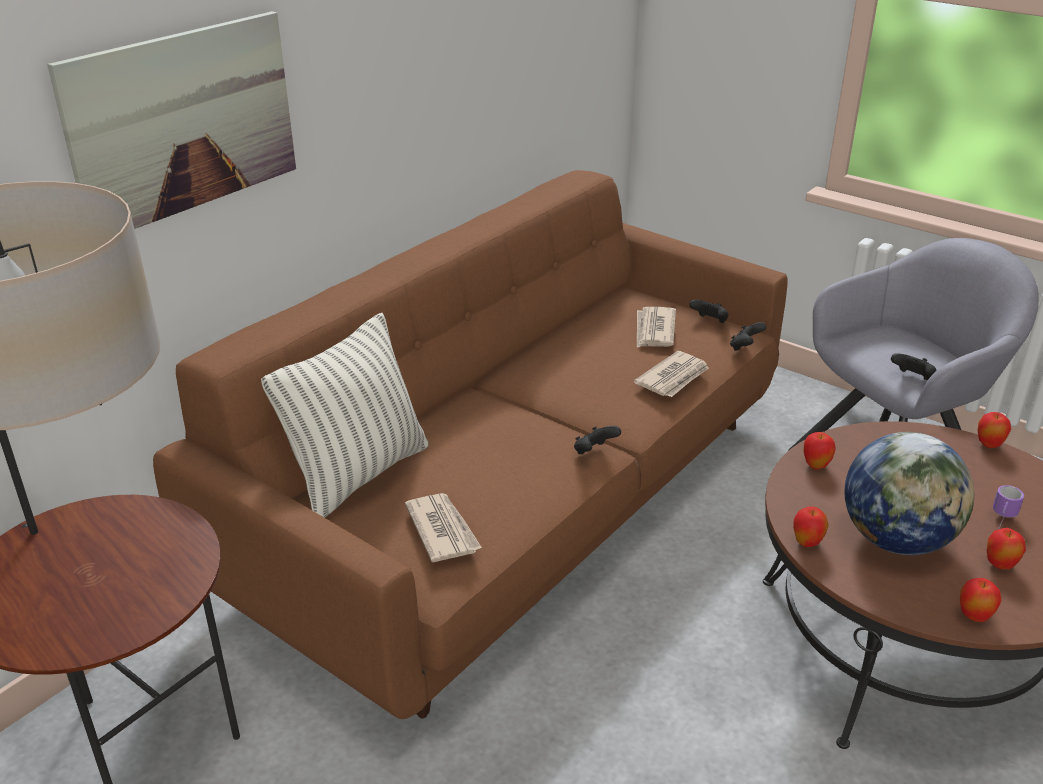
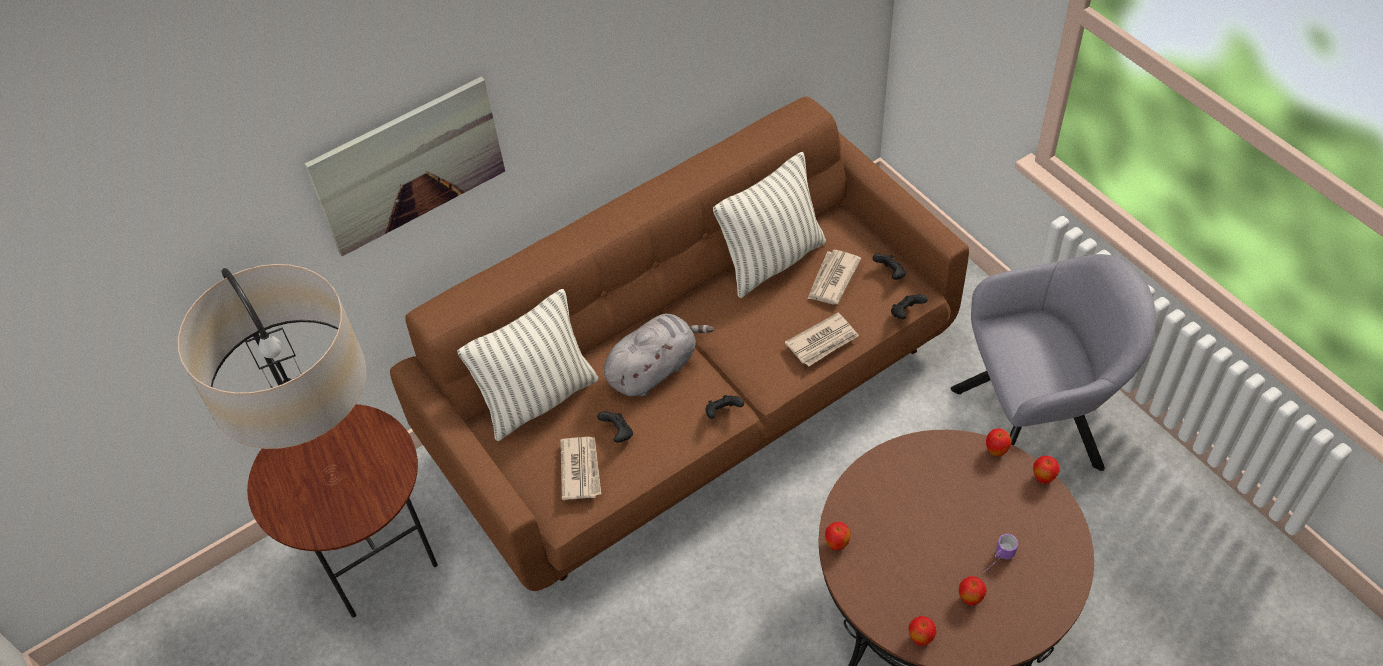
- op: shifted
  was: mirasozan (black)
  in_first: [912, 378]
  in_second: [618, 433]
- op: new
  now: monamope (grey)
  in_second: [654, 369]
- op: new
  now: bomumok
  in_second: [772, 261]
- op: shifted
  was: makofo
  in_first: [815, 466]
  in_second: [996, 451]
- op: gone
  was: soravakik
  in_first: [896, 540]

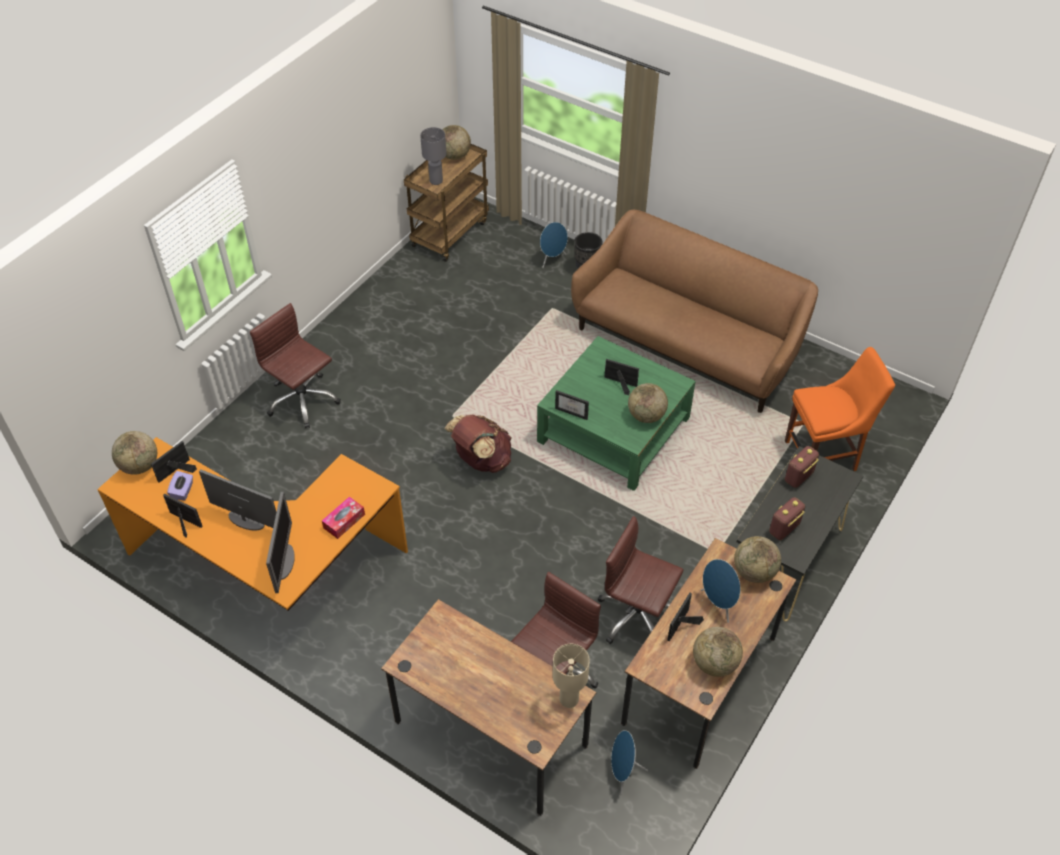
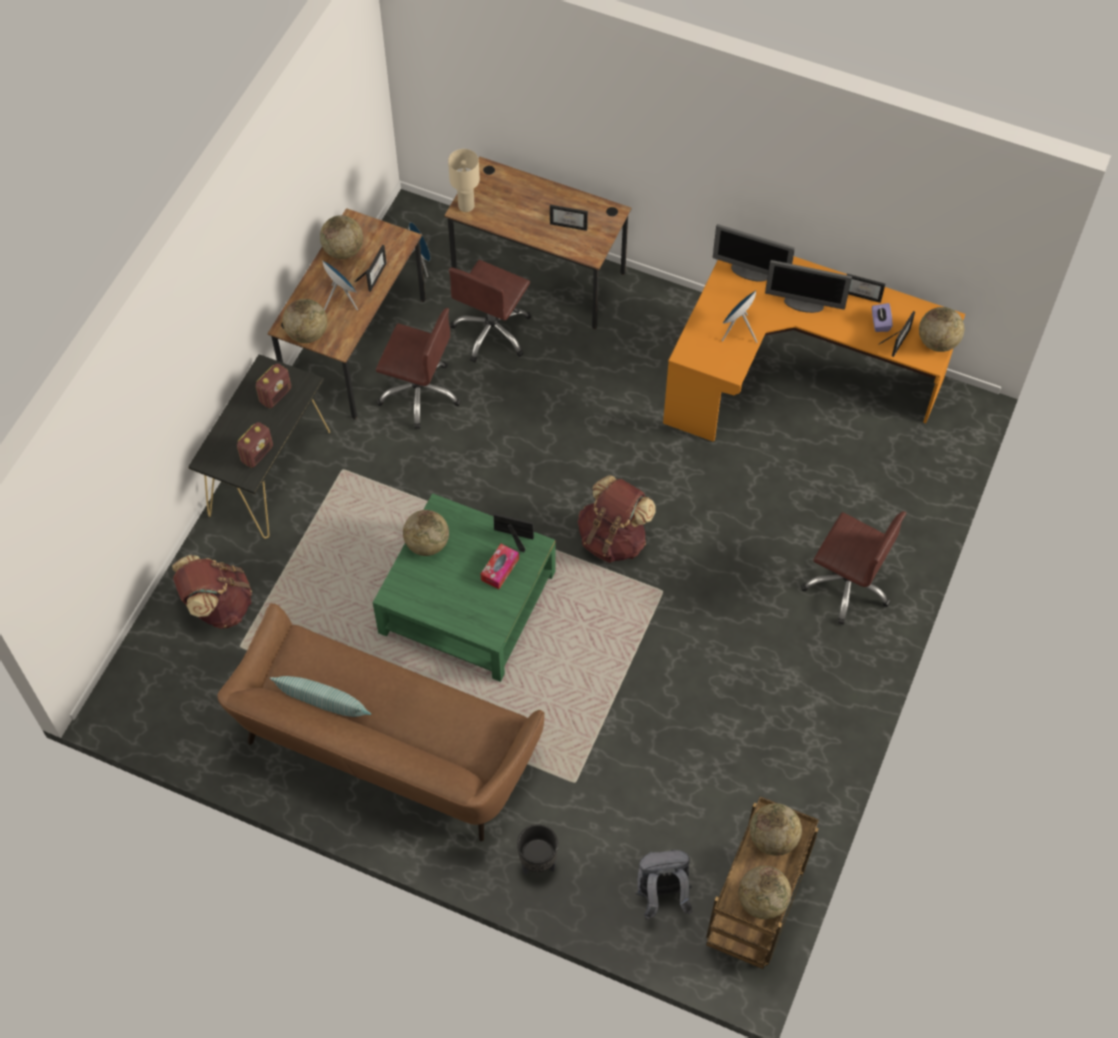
- op: swapped
  was: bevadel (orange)
  now: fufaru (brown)
  in_first: [824, 455]
  in_second: [218, 606]
- op: new
  now: bomumok
  in_second: [323, 705]
- op: shifted
  was: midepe
  in_first: [344, 521]
  in_second: [500, 569]
- op: shifted
  was: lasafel
  in_first: [619, 383]
  in_second: [570, 223]
- op: new
  now: fufaru (grey)
  in_second: [662, 895]
- op: rotated
  was: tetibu
  in_first: [284, 561]
  in_second: [750, 272]
  clockwise: -60
- op: shifted
  was: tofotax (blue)
  in_first: [552, 259]
  in_second: [738, 330]
- op: swapped
  was: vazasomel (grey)
  now: soravakik
  in_first: [436, 181]
  in_second: [773, 838]

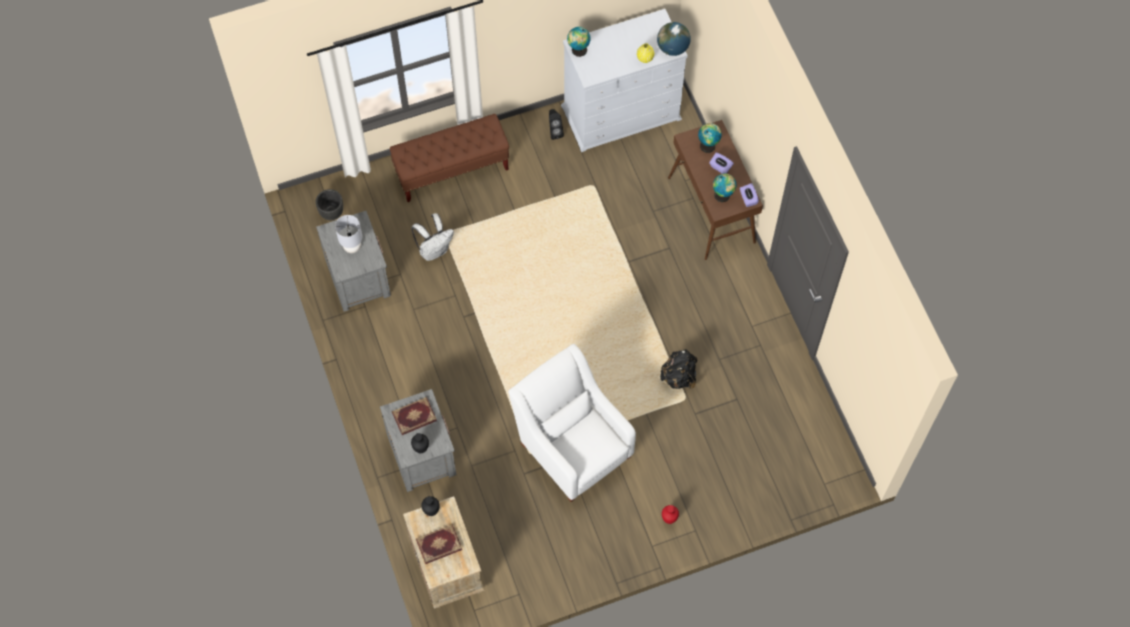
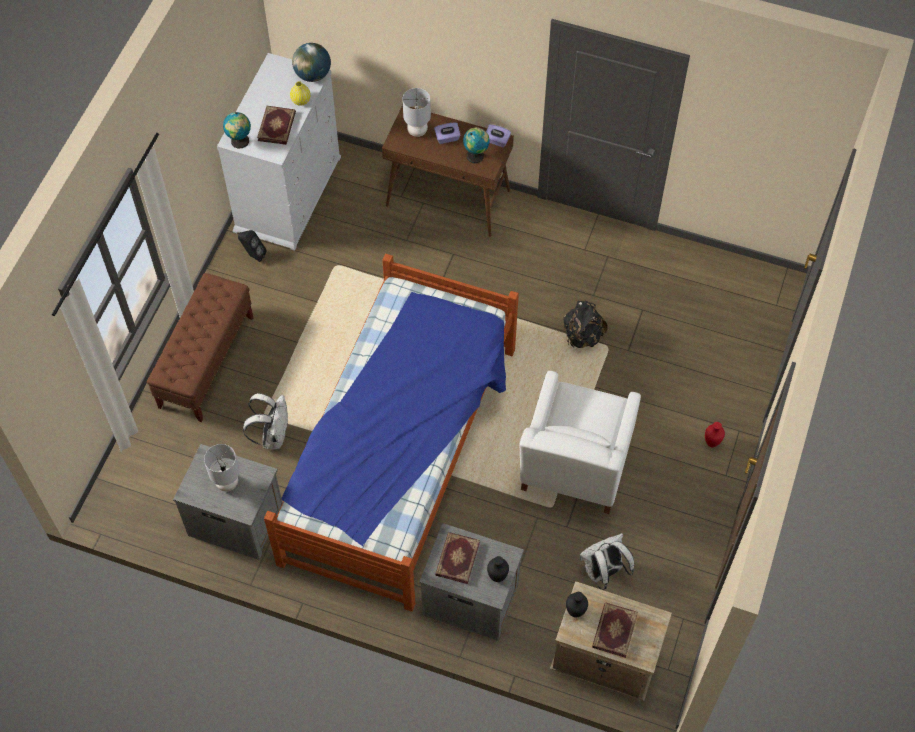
- op: new
  now: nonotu
  in_second: [277, 126]
- op: new
  now: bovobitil
  in_second: [402, 454]
- op: swapped
  was: soravakik
  now: vazasomel (grey)
  in_first: [708, 145]
  in_second: [417, 131]
- op: rotated
  was: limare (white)
  in_first: [572, 445]
  in_second: [574, 466]
  clockwise: -75
- op: new
  now: fufaru (white)
  in_second: [603, 572]
- op: gone
  was: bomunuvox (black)
  in_first: [332, 213]

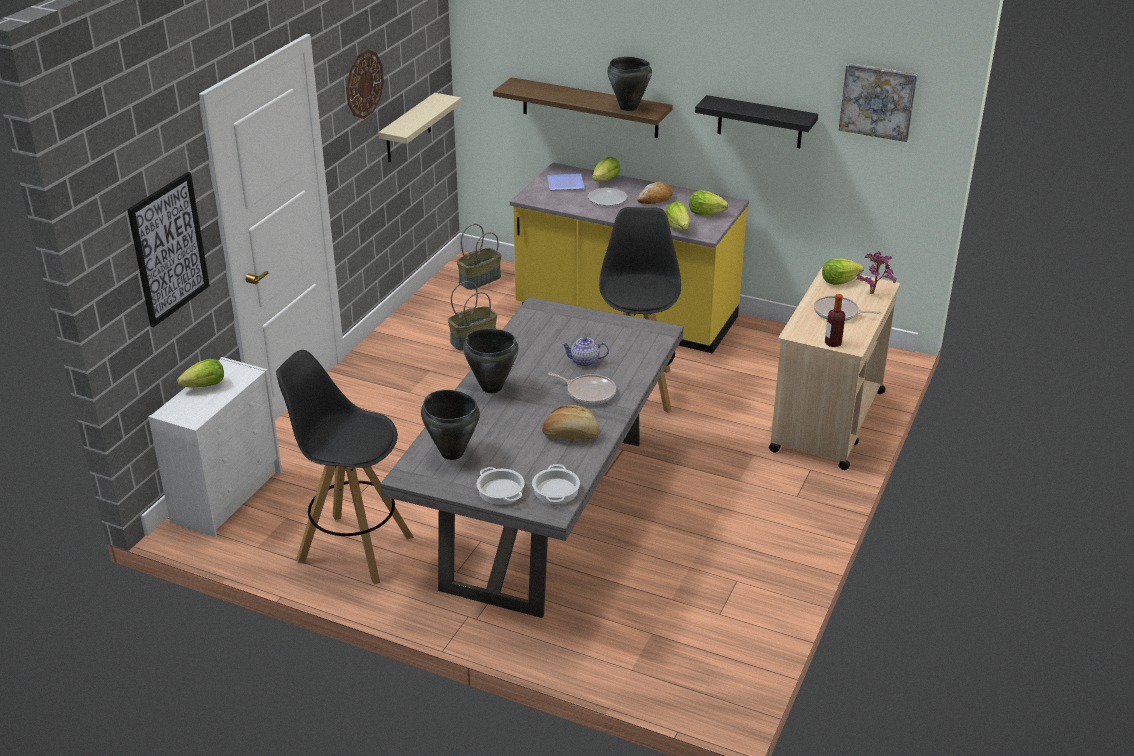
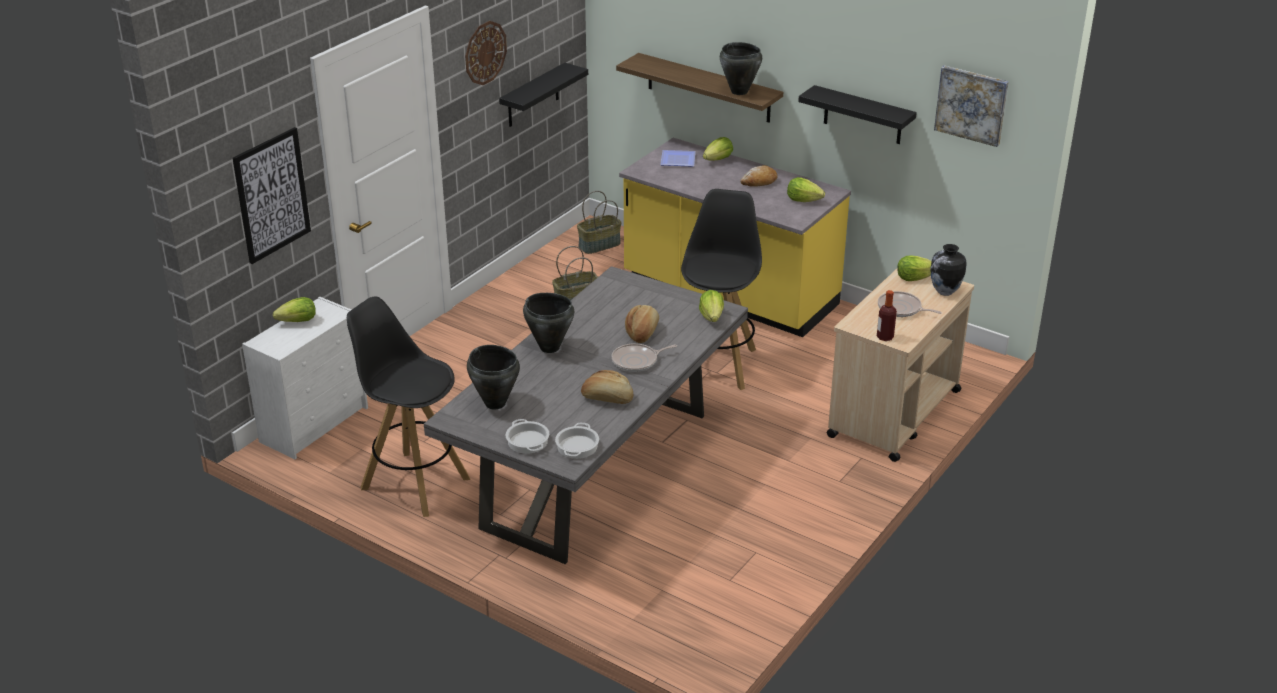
- op: repainted
  was: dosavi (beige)
  now: dosavi (black)
  in_first: [408, 129]
  in_second: [533, 96]
- op: rotated
  was: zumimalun
  in_first: [589, 392]
  in_second: [637, 361]
  clockwise: 120
- op: swapped
  was: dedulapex
  now: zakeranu
  in_first: [584, 361]
  in_second: [642, 332]
- op: shifted
  was: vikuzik
  in_first: [678, 227]
  in_second: [712, 317]
- op: swapped
  was: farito
  now: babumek
  in_first: [874, 292]
  in_second: [944, 292]
- op: gone
  was: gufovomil
  in_first: [606, 198]

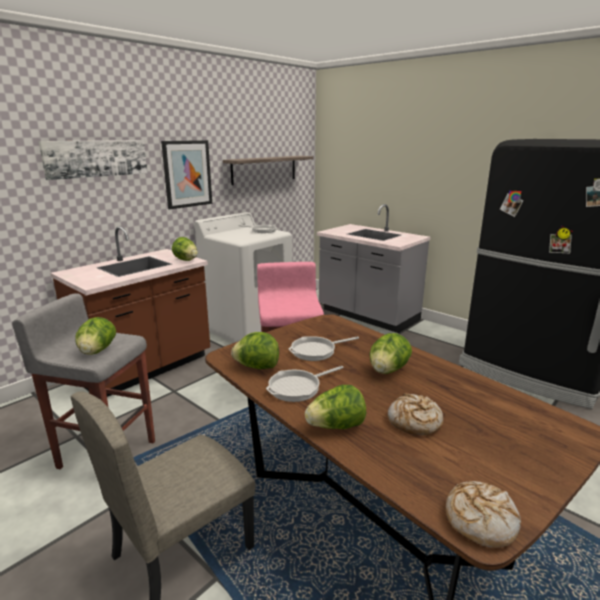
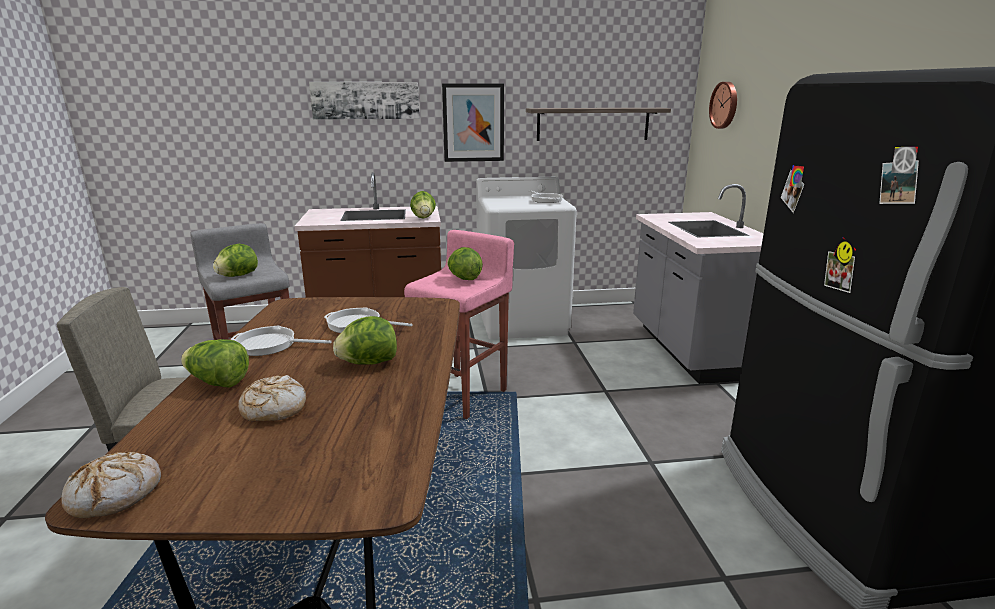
- op: shifted
  was: vikuzik
  in_first: [257, 367]
  in_second: [464, 278]
- op: new
  now: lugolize
  in_second: [725, 105]

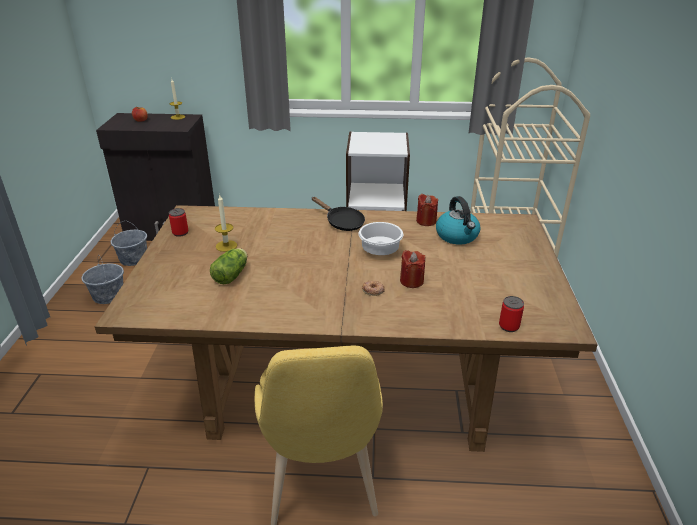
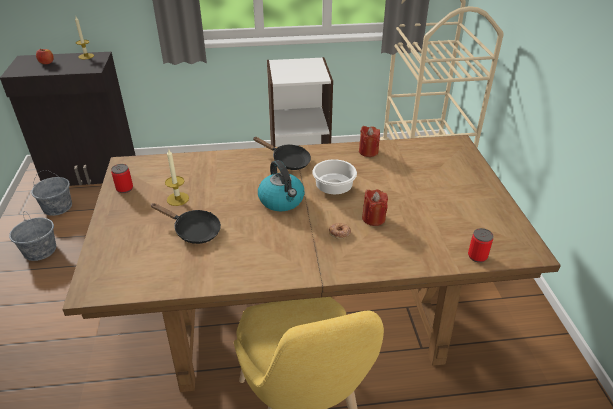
- op: swapped
  was: vikuzik
  now: zumimalun (black)
  in_first: [232, 274]
  in_second: [193, 231]
- op: shifted
  was: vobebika
  in_first: [457, 236]
  in_second: [282, 201]

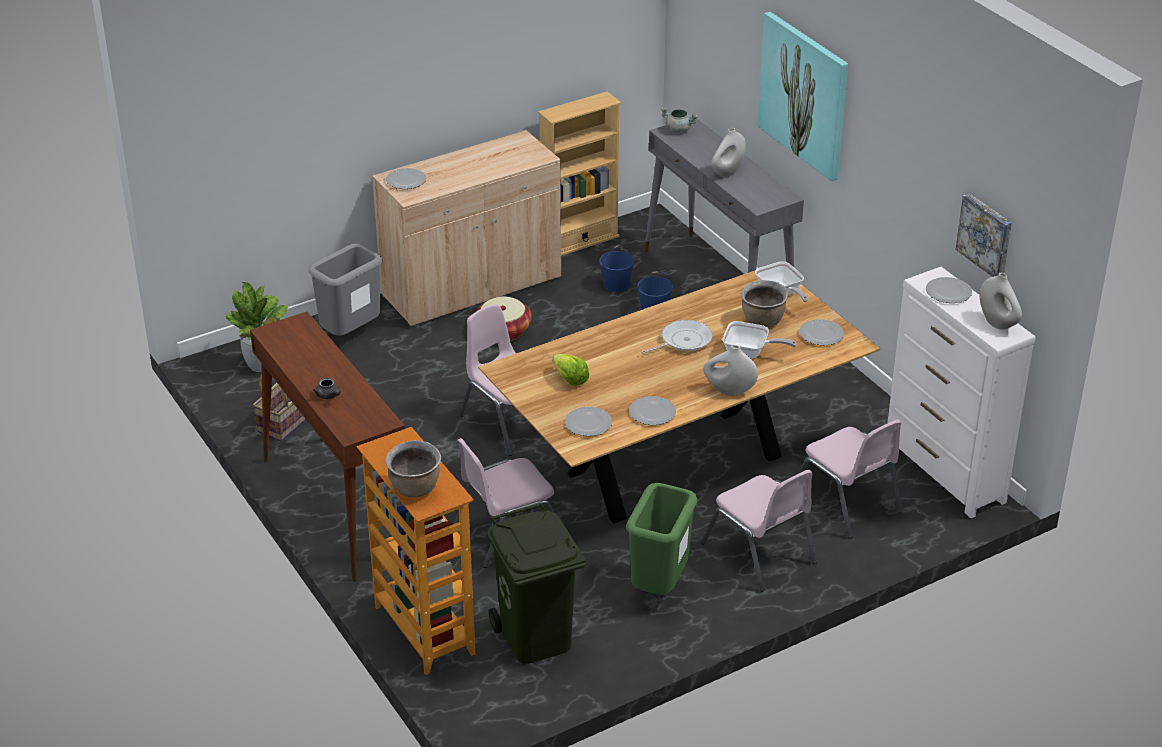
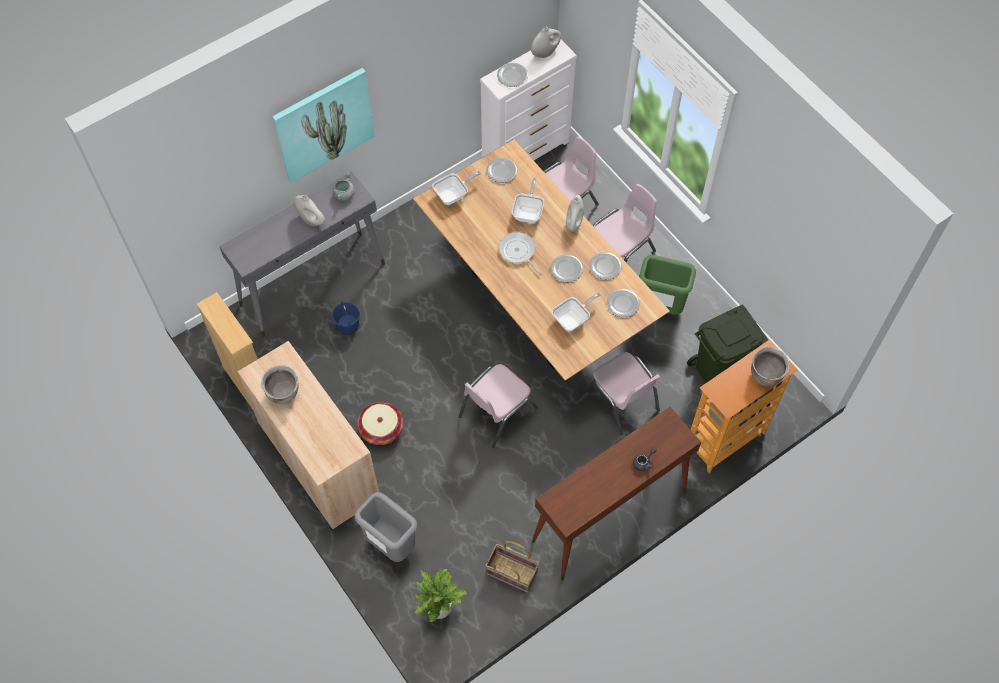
- op: shifted
  was: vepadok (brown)
  in_first: [762, 321]
  in_second: [283, 393]
- op: shifted
  was: vepadok (grey)
  in_first: [679, 129]
  in_second: [344, 194]
- op: shifted
  was: gufovomil
  in_first: [406, 180]
  in_second: [566, 269]
- op: swapped
  was: vikuzik
  now: zumimalun
  in_first: [570, 379]
  in_second: [573, 319]
- op: gone
  was: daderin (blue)
  in_first: [616, 284]
- op: gone
  was: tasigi
  in_first: [986, 235]

